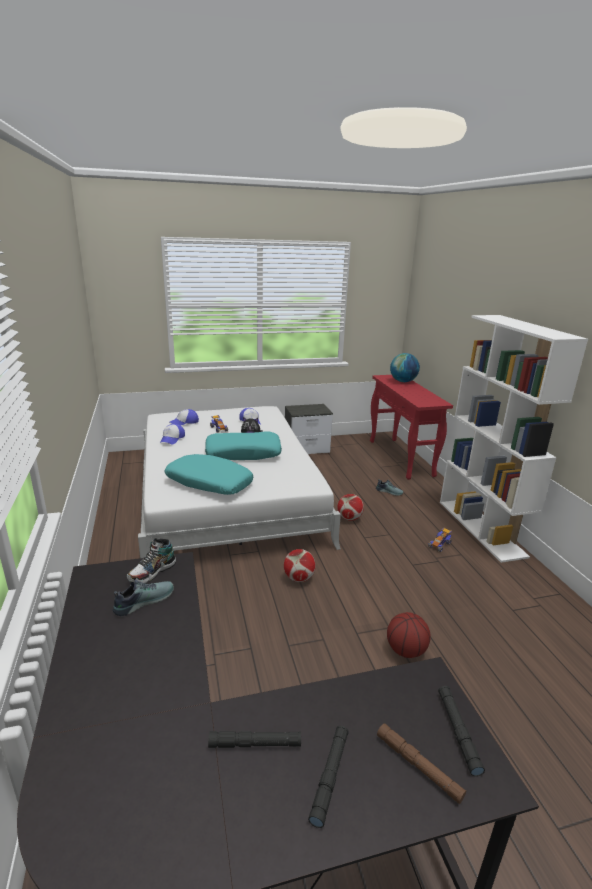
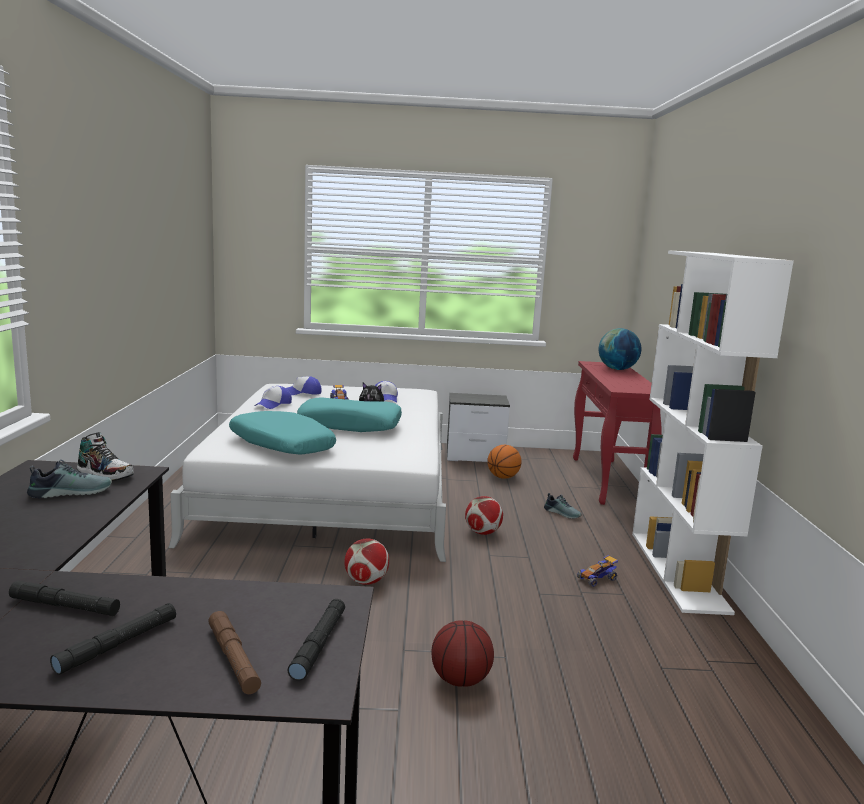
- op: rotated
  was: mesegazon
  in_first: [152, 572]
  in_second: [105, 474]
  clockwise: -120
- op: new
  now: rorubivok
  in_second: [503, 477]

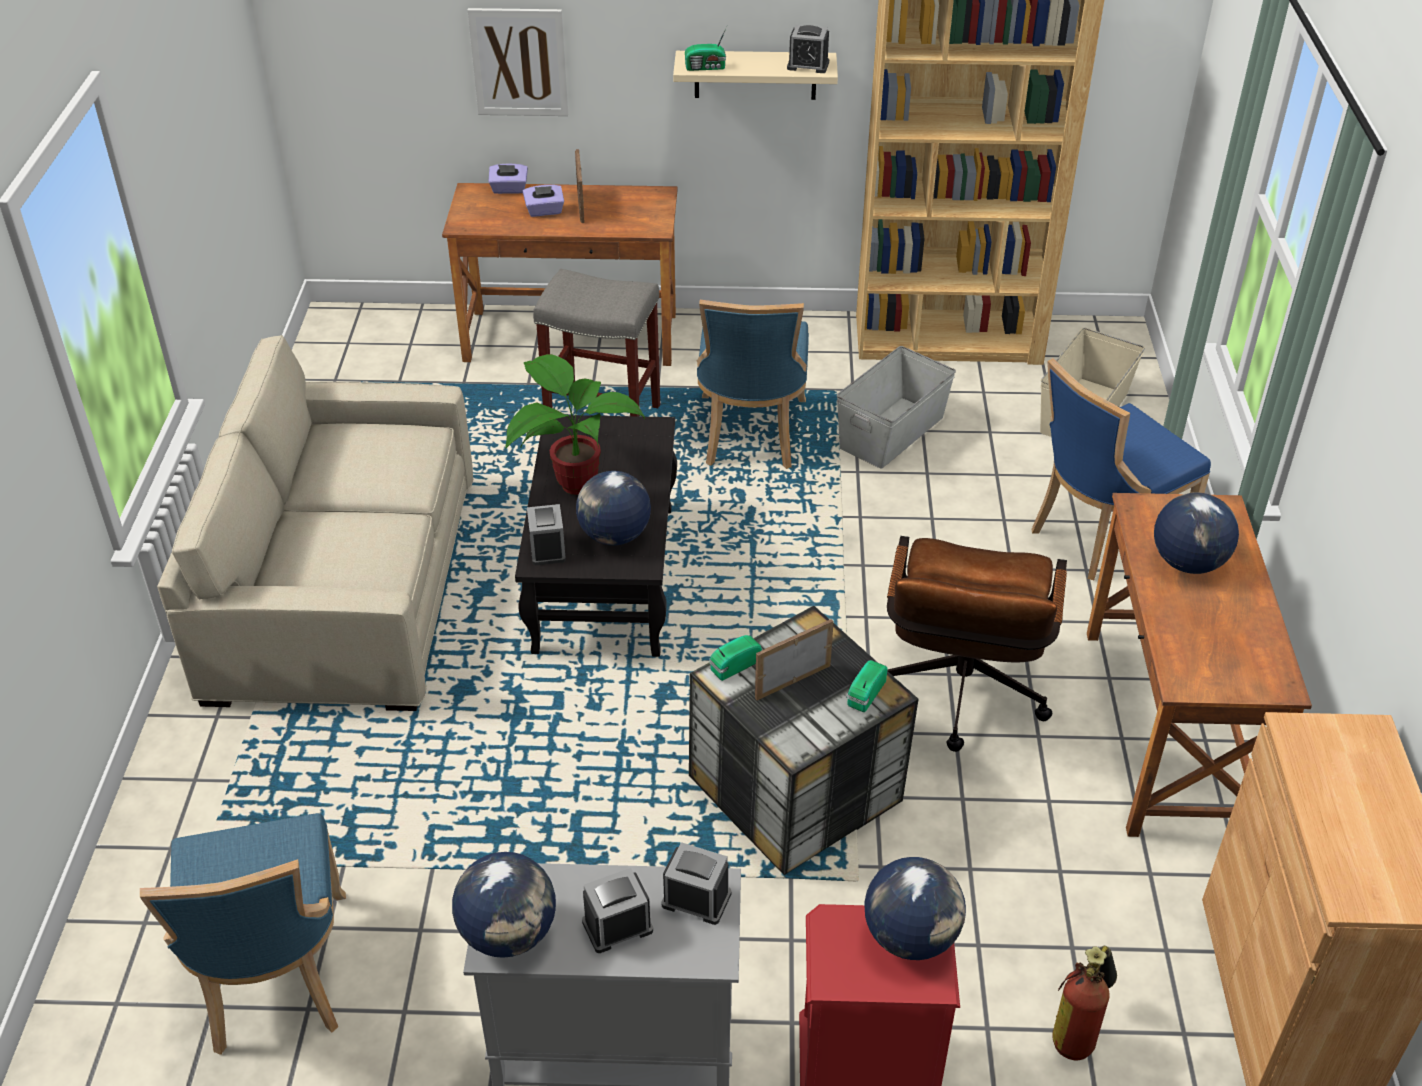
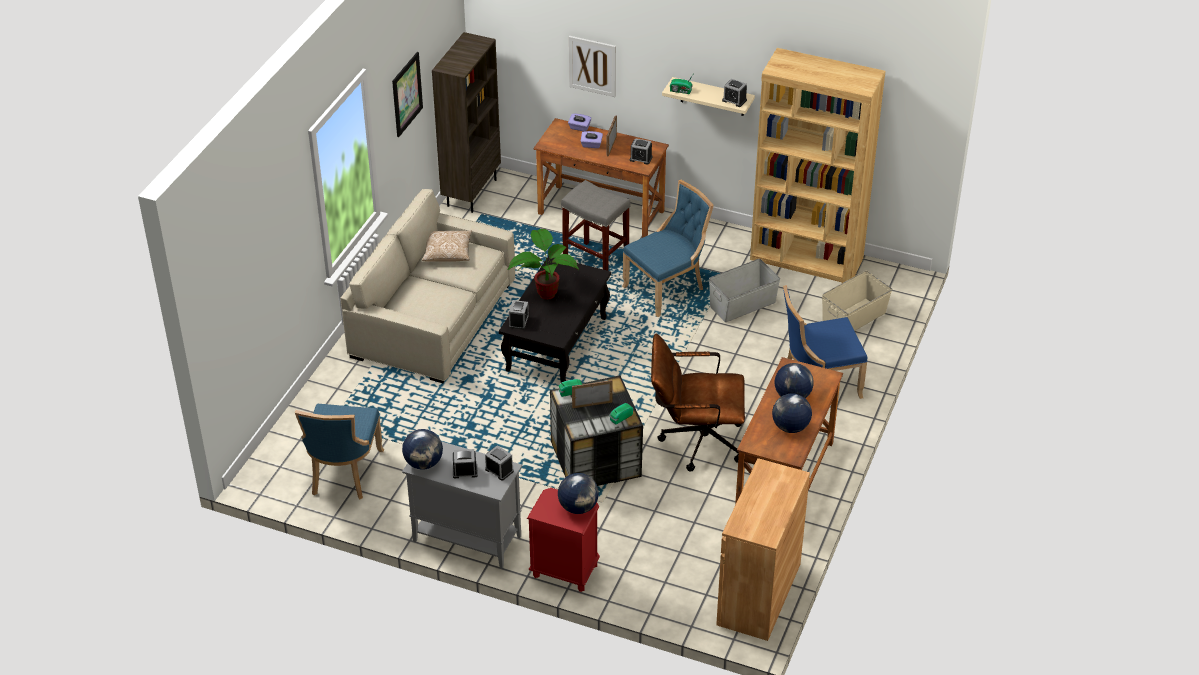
- op: new
  now: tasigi
  in_second: [407, 94]
- op: new
  now: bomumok
  in_second: [447, 253]
- op: new
  now: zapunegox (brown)
  in_second: [471, 192]
- op: rotated
  was: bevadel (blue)
  in_first: [750, 435]
  in_second: [667, 289]
  clockwise: -150
- op: new
  now: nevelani
  in_second: [641, 158]
- op: rotated
  was: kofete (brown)
  in_first: [959, 699]
  in_second: [695, 441]
  clockwise: 60
- op: shifted
  was: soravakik
  in_first: [614, 536]
  in_second: [790, 427]
- op: gone
  was: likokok
  in_first: [1079, 1030]

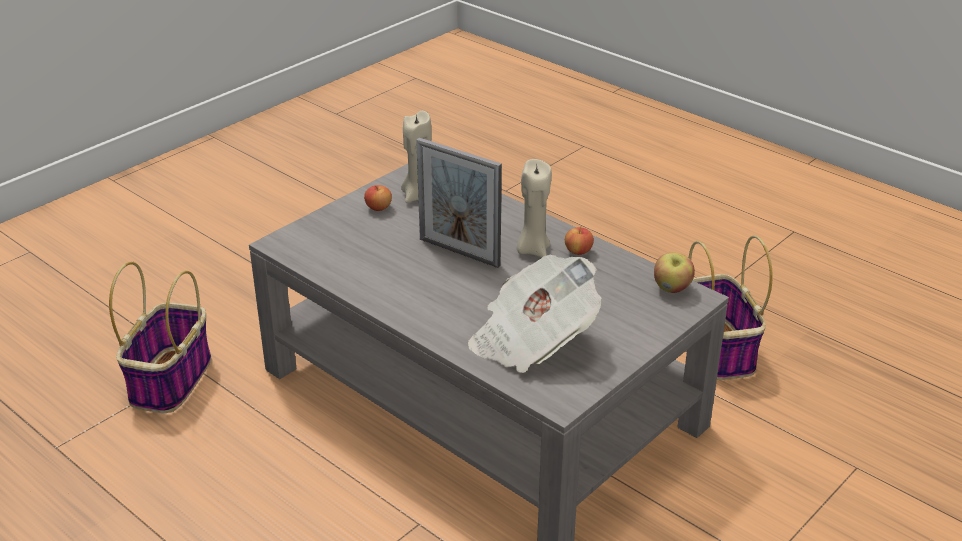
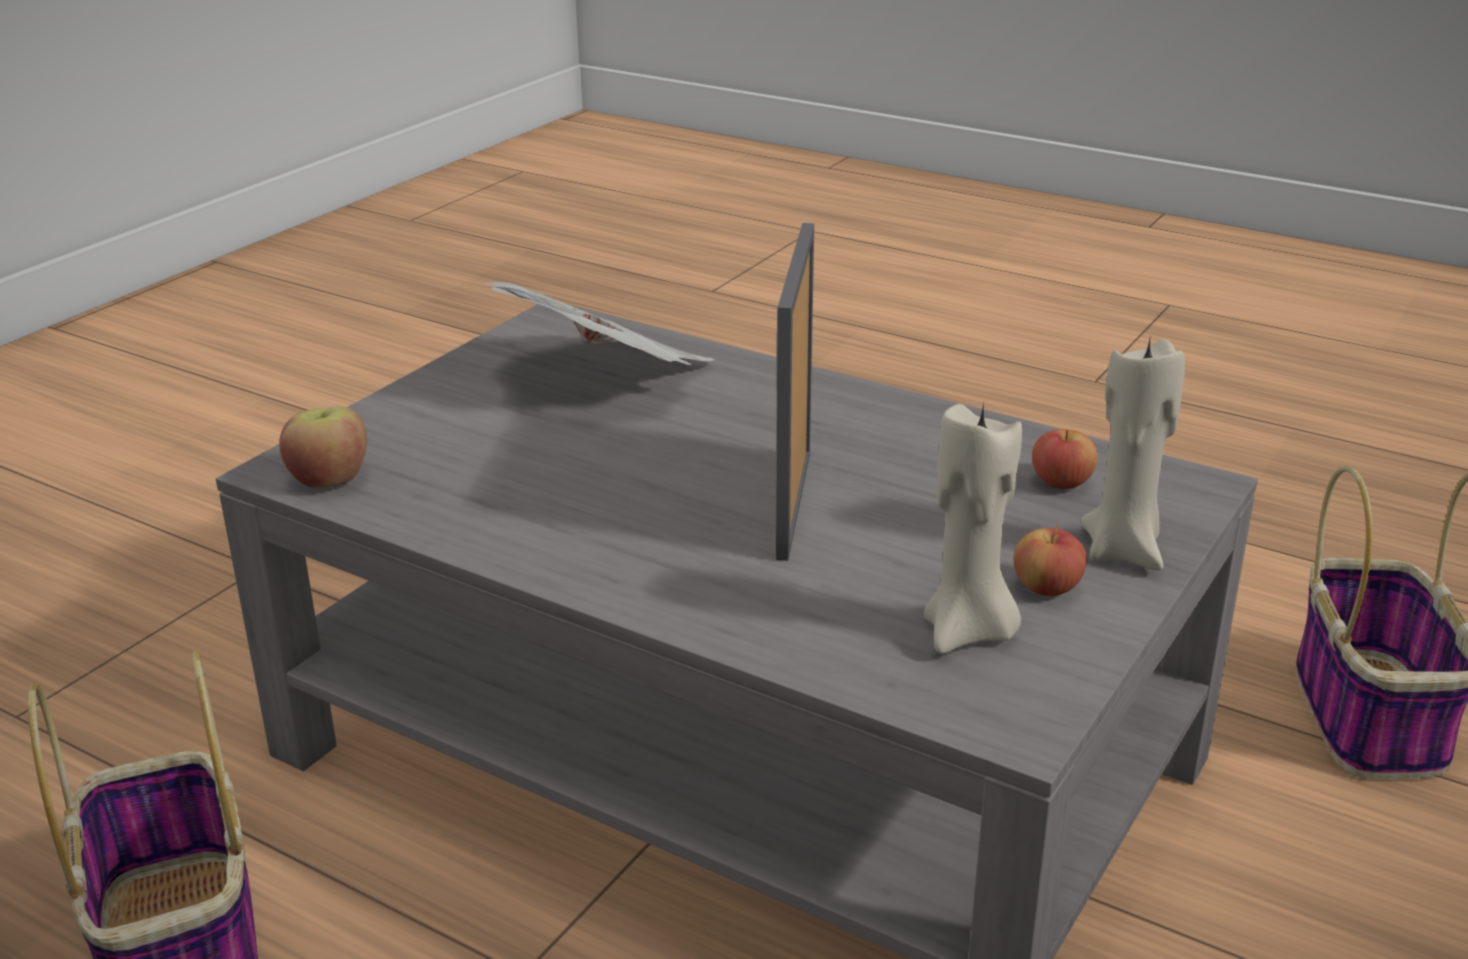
- op: rotated
  was: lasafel
  in_first: [459, 252]
  in_second: [793, 504]
  clockwise: -105
- op: shifted
  was: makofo
  in_first: [578, 251]
  in_second: [1061, 482]
- op: shifted
  was: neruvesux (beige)
  in_first: [532, 250]
  in_second: [1124, 550]

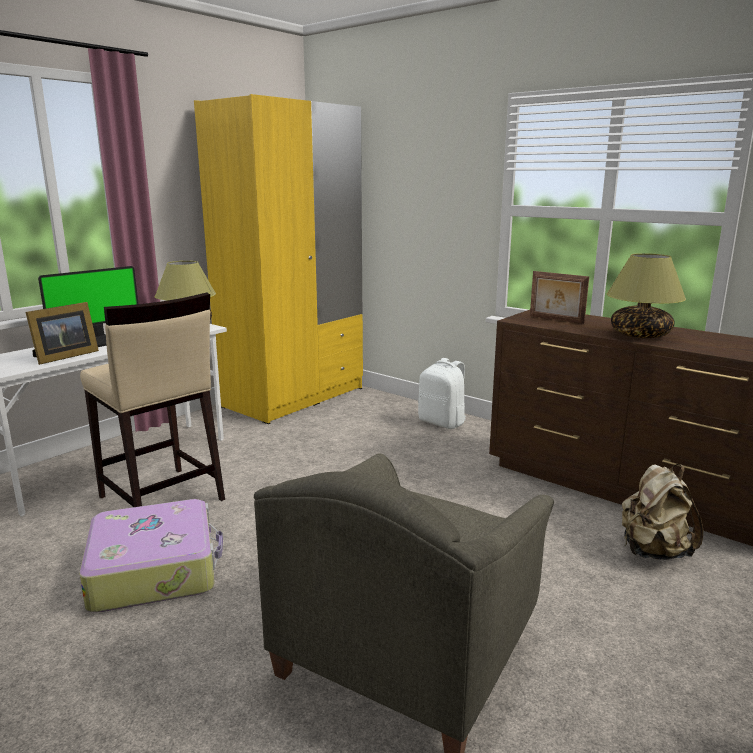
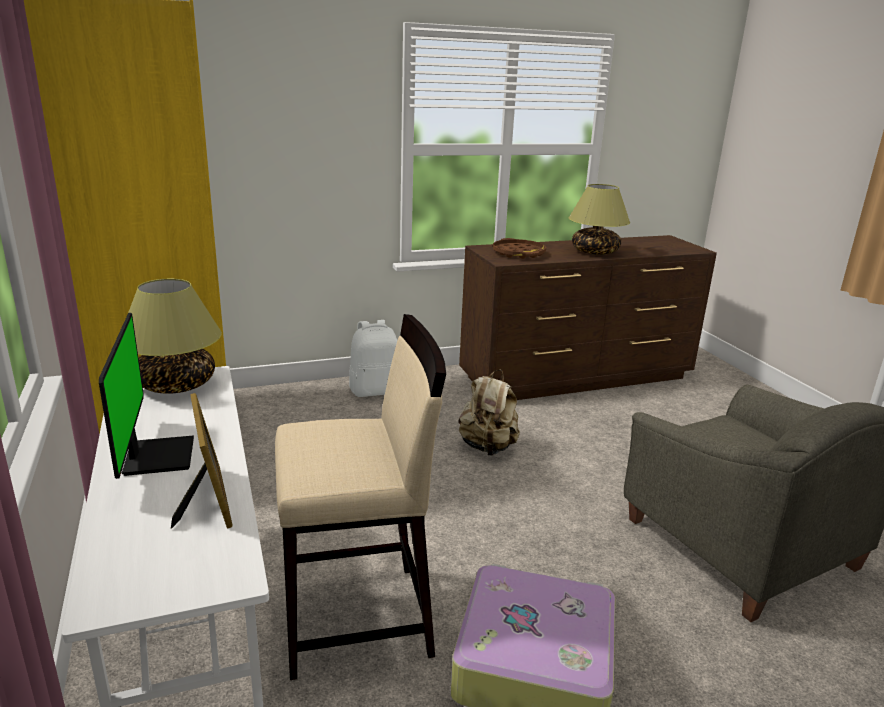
- op: shifted
  was: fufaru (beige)
  in_first: [653, 551]
  in_second: [488, 447]
- op: swapped
  was: lasafel
  now: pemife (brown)
  in_first: [555, 319]
  in_second: [518, 253]

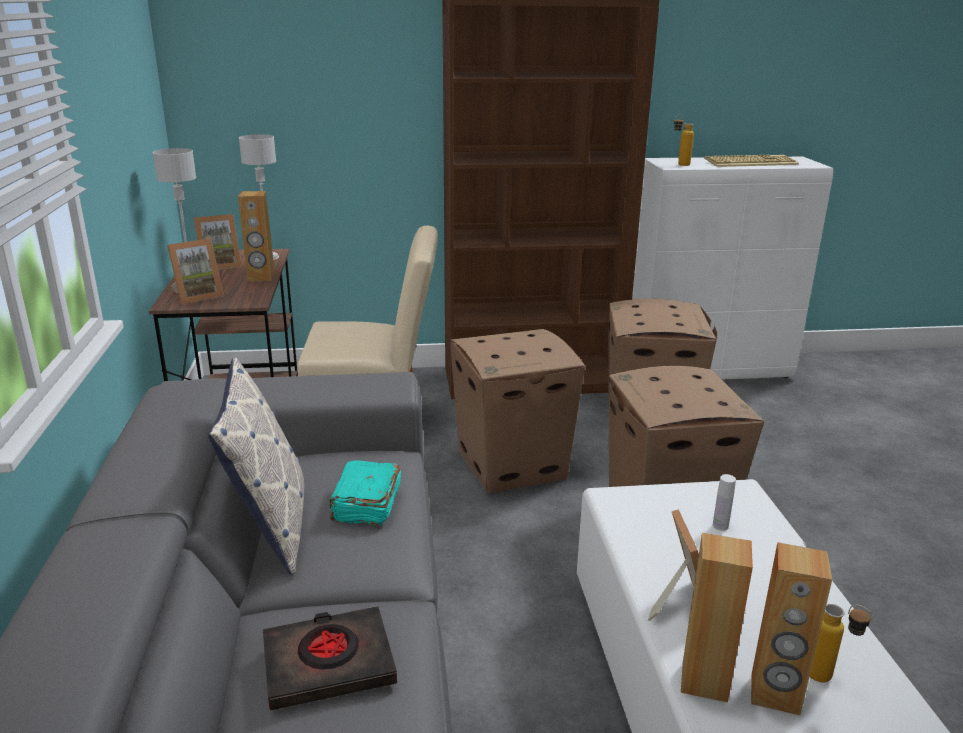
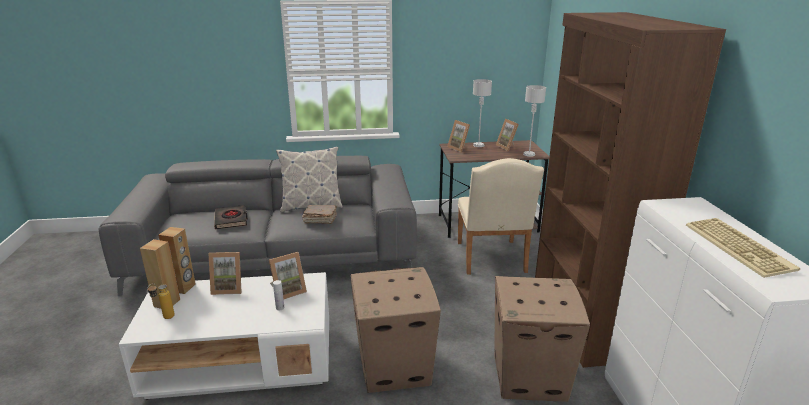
- op: new
  now: lasafel
  in_second: [288, 291]
- op: repainted
  was: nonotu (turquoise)
  now: nonotu (brown)
  in_first: [366, 505]
  in_second: [319, 220]
- op: gone
  was: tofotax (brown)
  in_first: [261, 277]
- op: gone
  was: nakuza
  in_first: [513, 465]
- op: gone
  was: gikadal
  in_first: [679, 165]

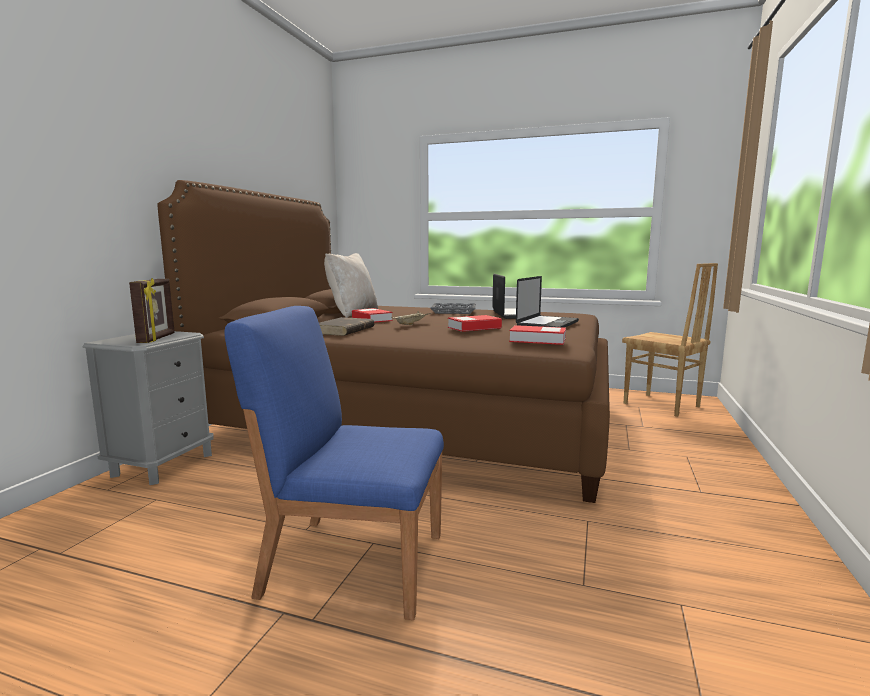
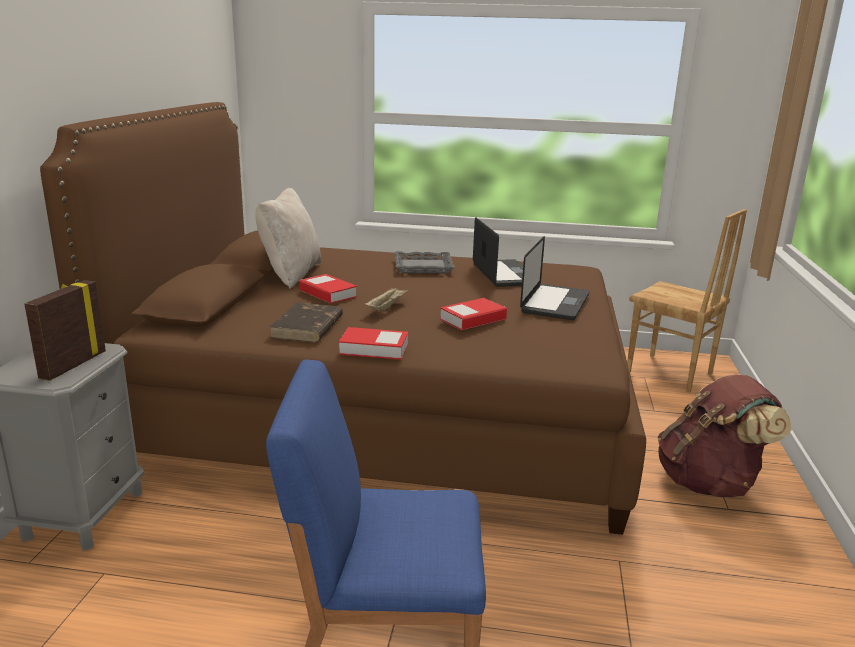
- op: rotated
  was: lasafel
  in_first: [157, 338]
  in_second: [72, 365]
  clockwise: -150
- op: shifted
  was: nonotu
  in_first: [537, 340]
  in_second: [374, 349]
- op: new
  now: fufaru (brown)
  in_second: [709, 483]

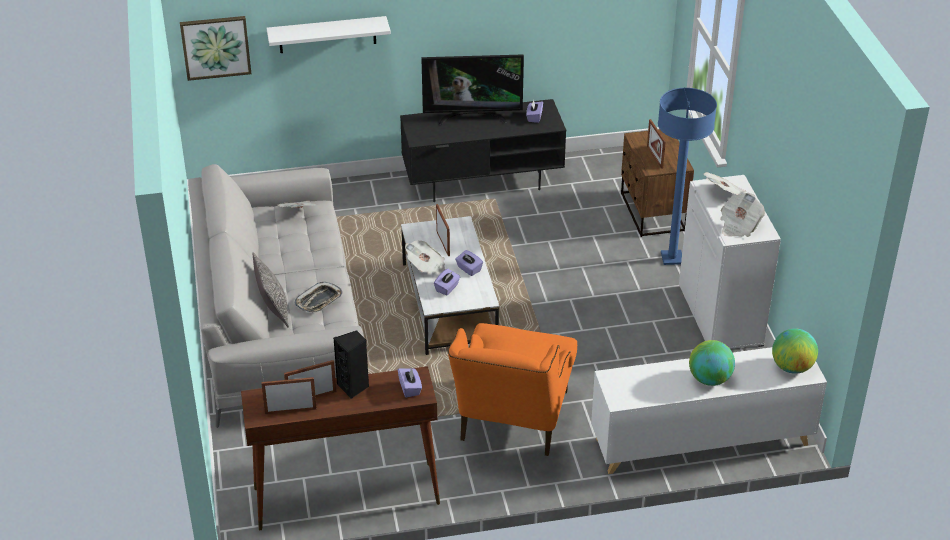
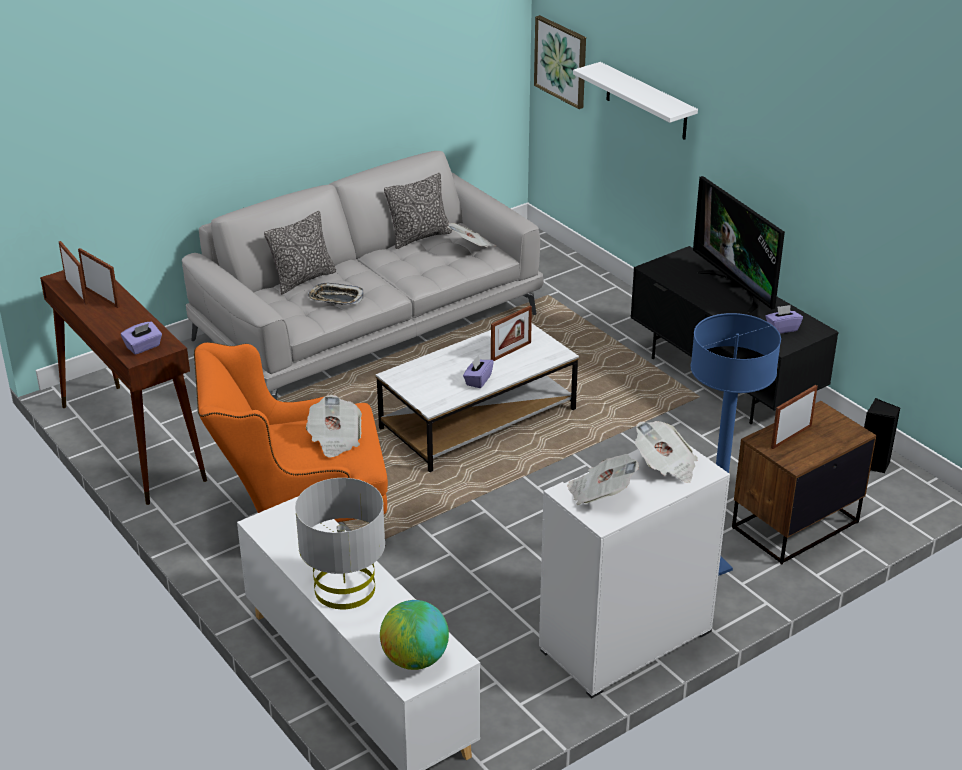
- op: swapped
  was: soravakik
  now: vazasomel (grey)
  in_first: [709, 379]
  in_second: [344, 588]
- op: shifted
  was: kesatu
  in_first: [427, 267]
  in_second: [335, 439]
- op: new
  now: bomumok
  in_second: [419, 237]
- op: shifted
  was: tofotax (black)
  in_first: [354, 387]
  in_second: [873, 464]
- op: gone
  was: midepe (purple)
  in_first: [447, 288]

